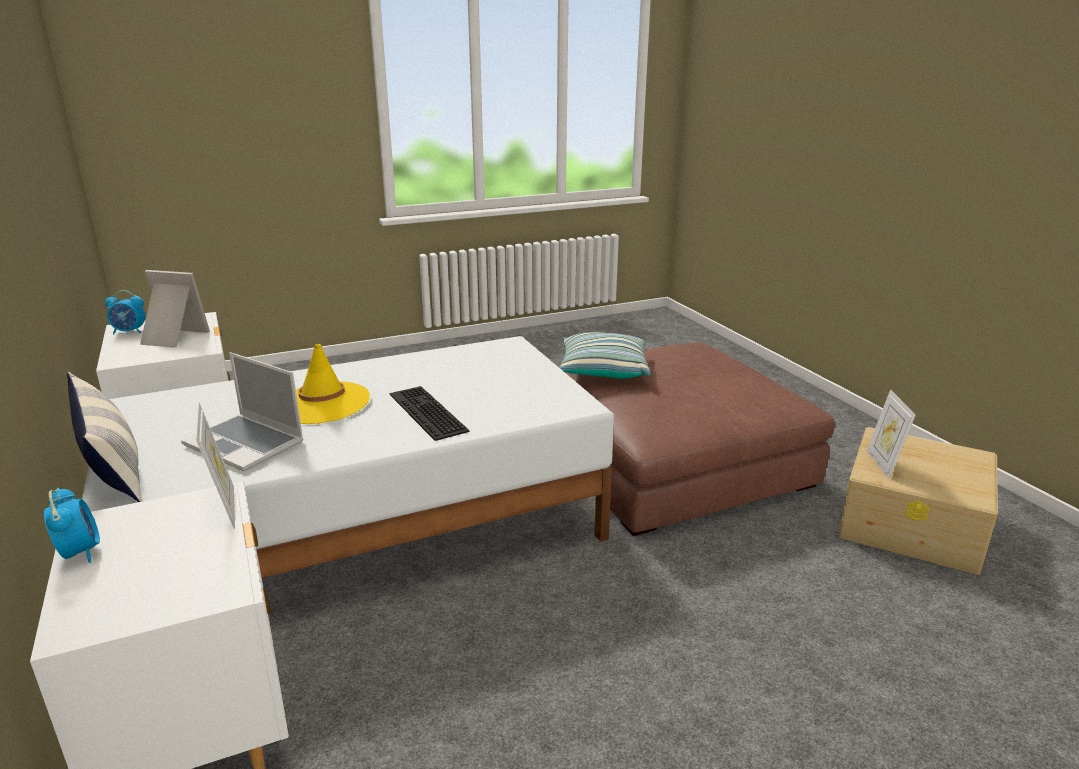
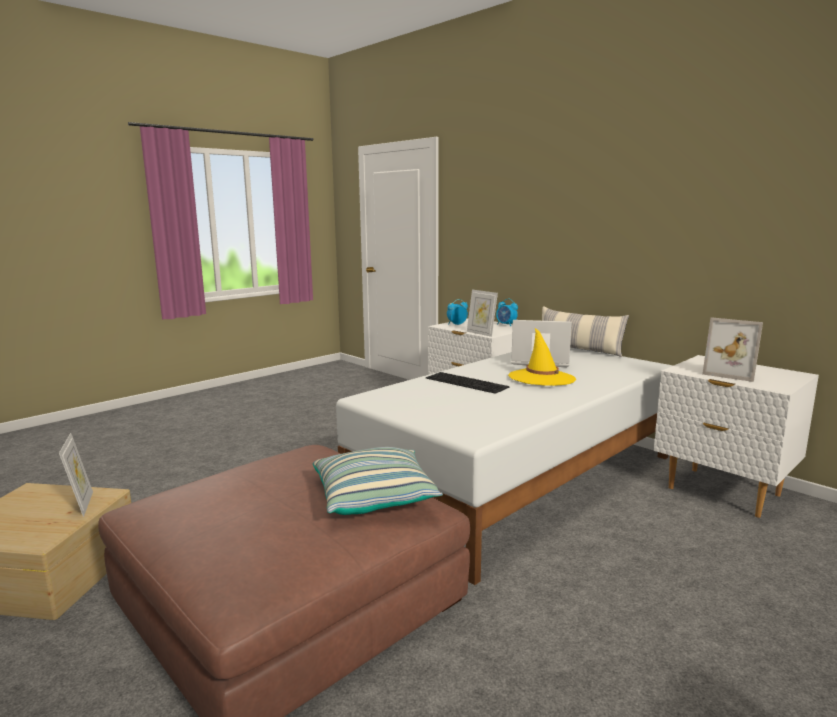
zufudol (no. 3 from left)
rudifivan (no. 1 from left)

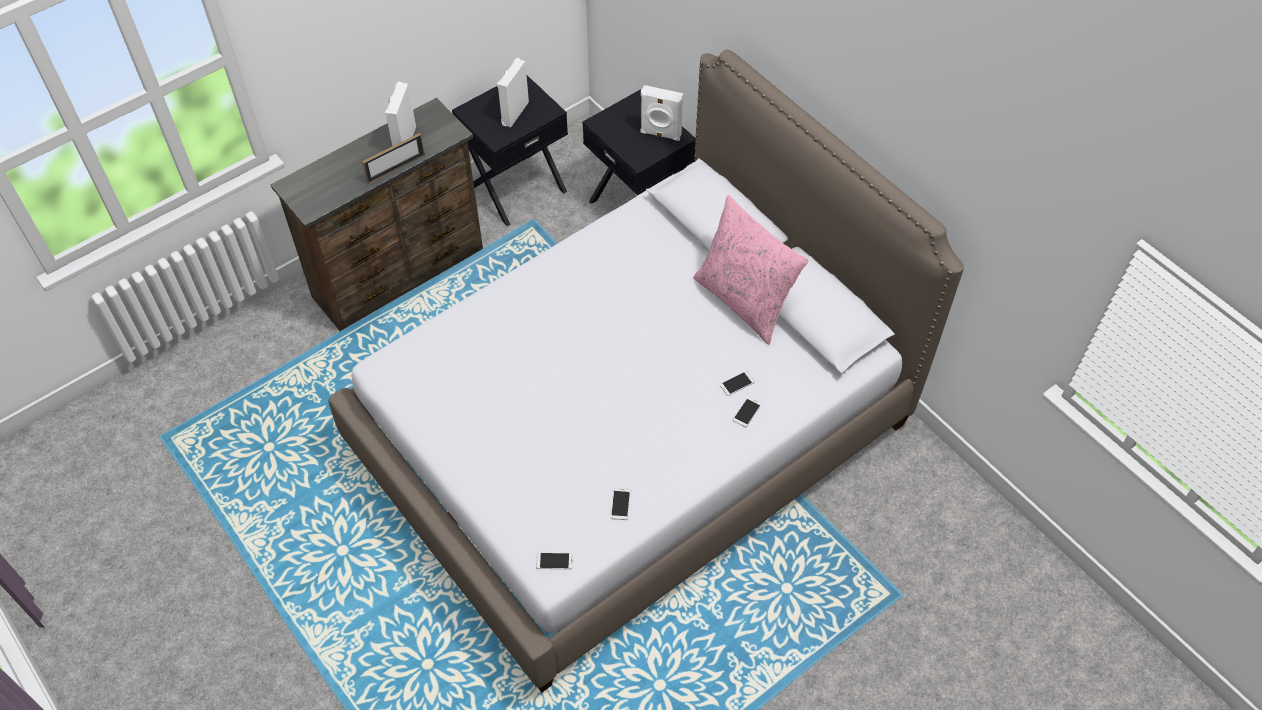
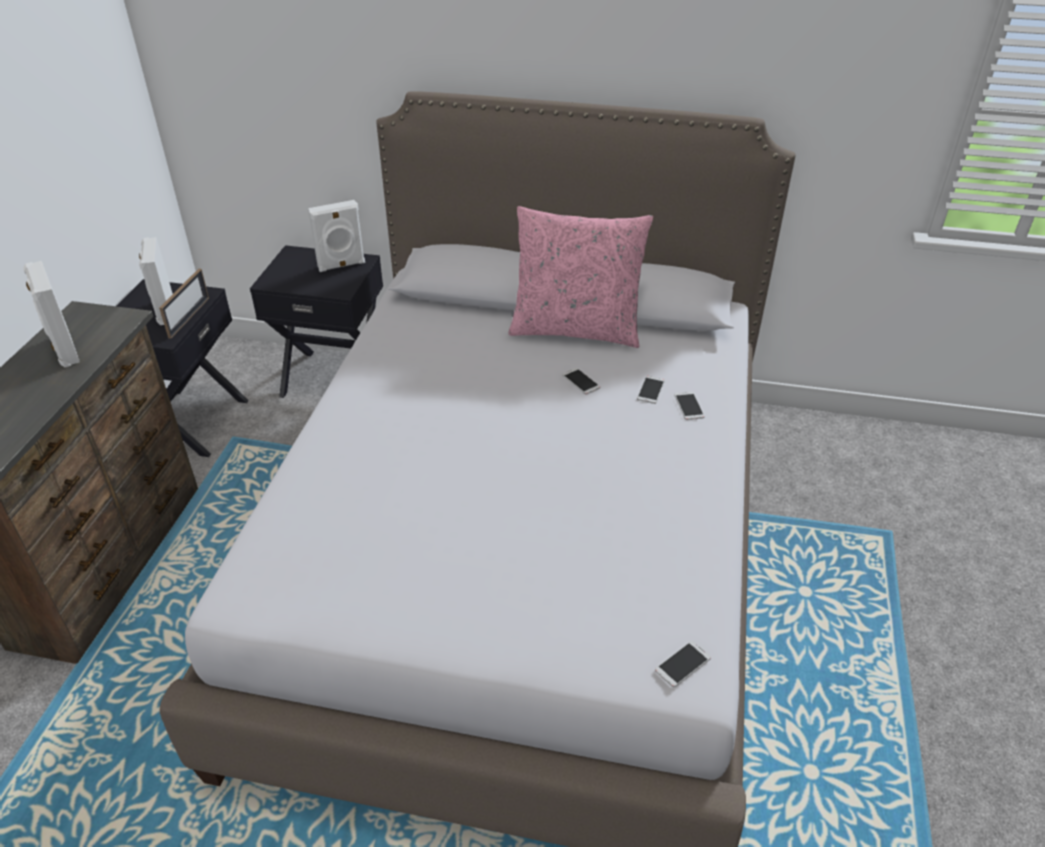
zufudol
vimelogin (no. 1 from left)

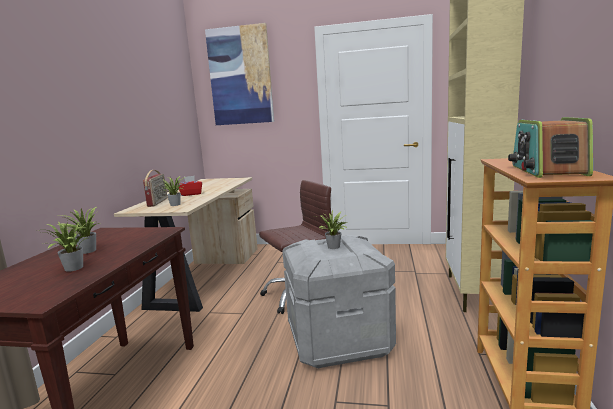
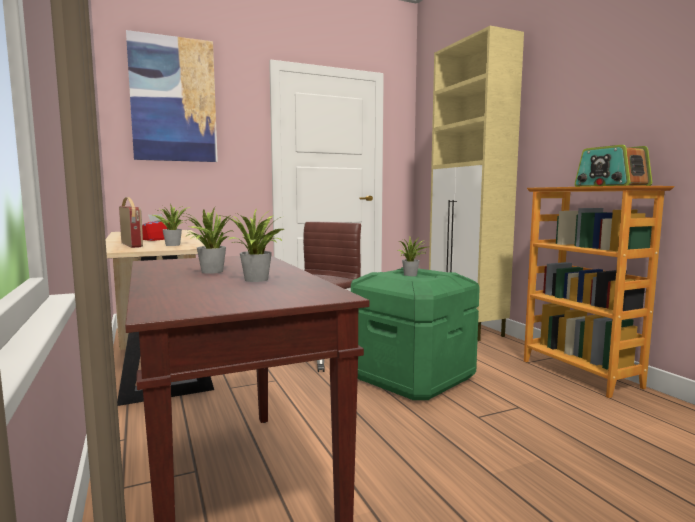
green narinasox

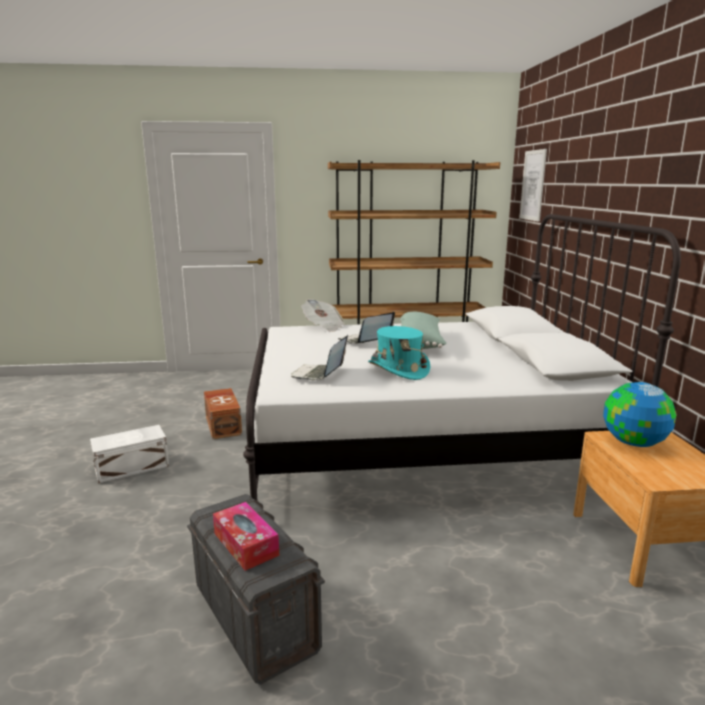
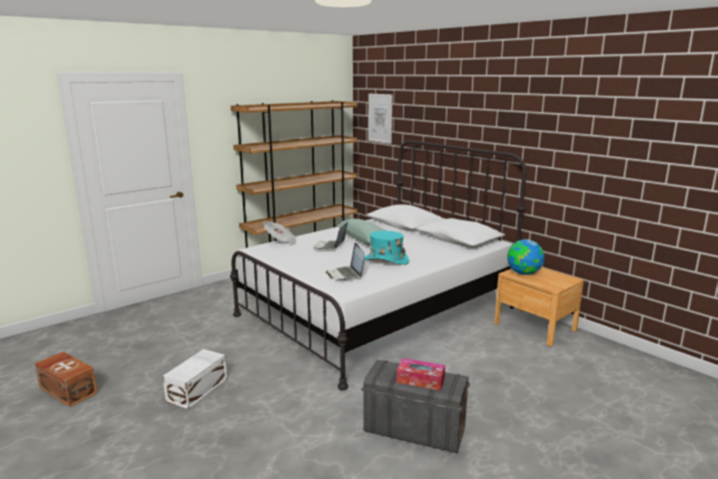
brown narinasox

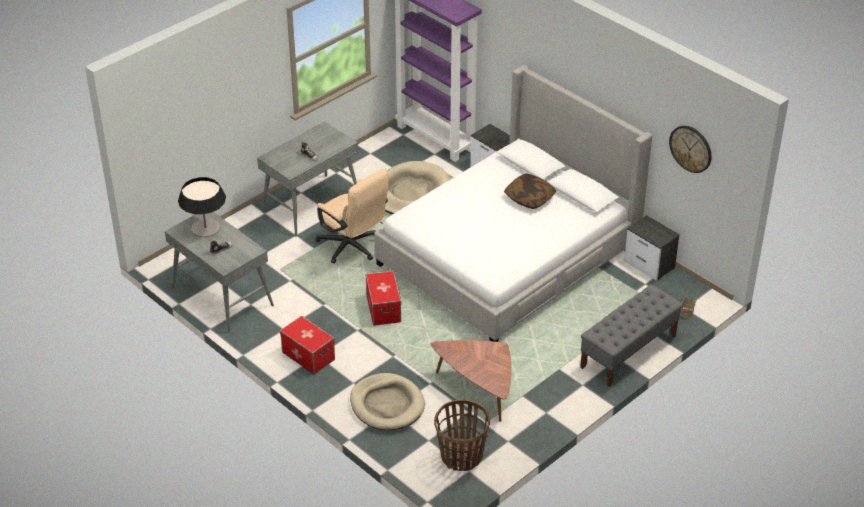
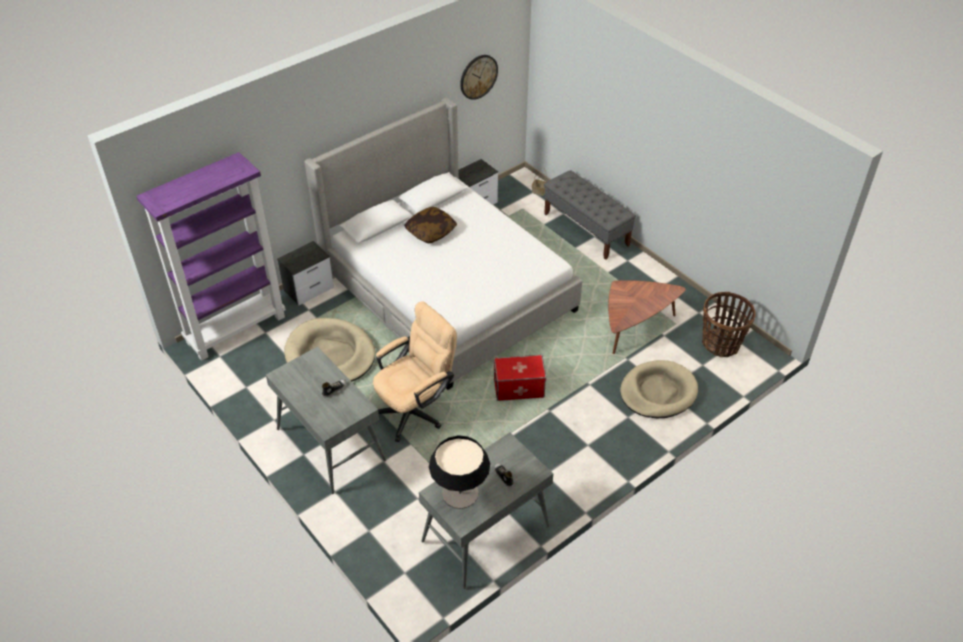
narinasox (no. 1 from left in the first image)

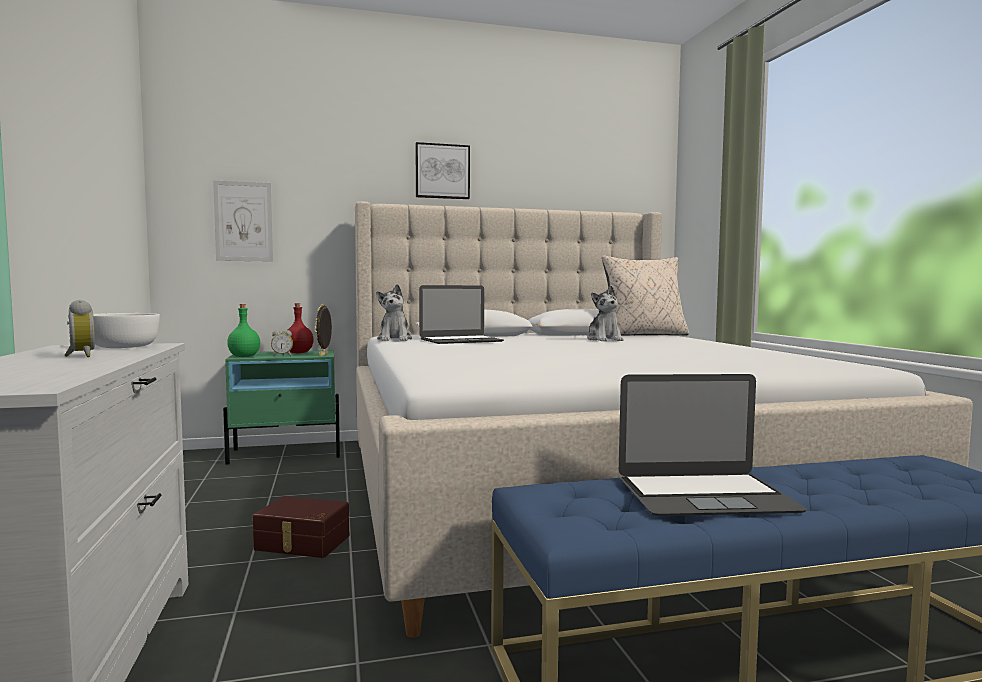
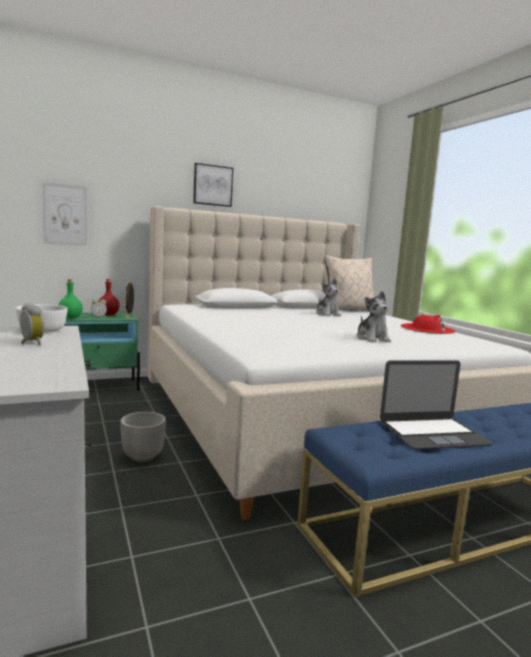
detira (no. 2 from left)
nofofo (no. 1 from left in the first image)
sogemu
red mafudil

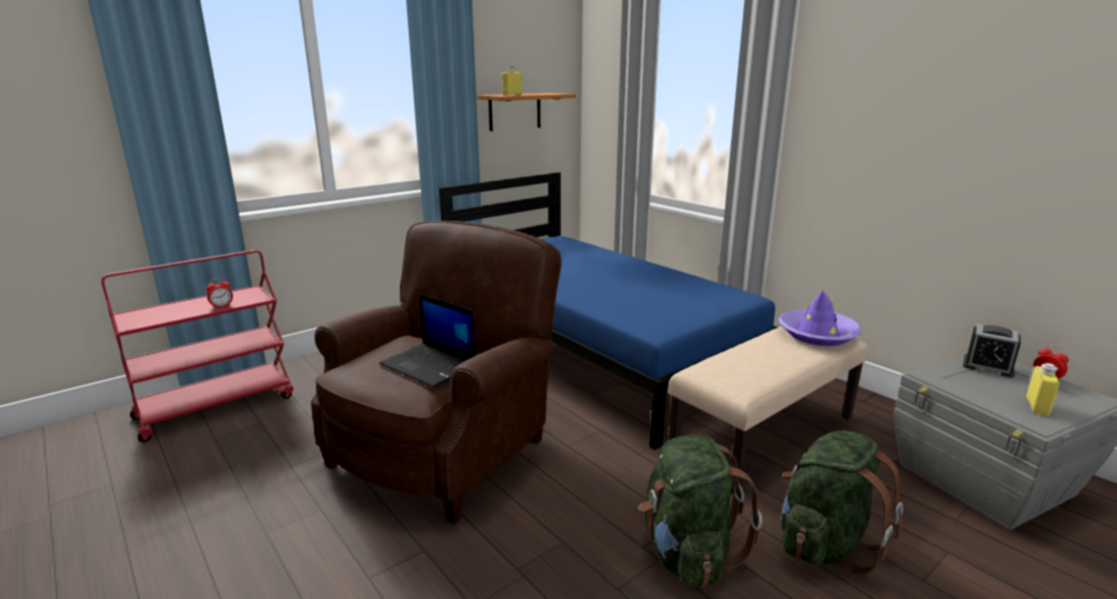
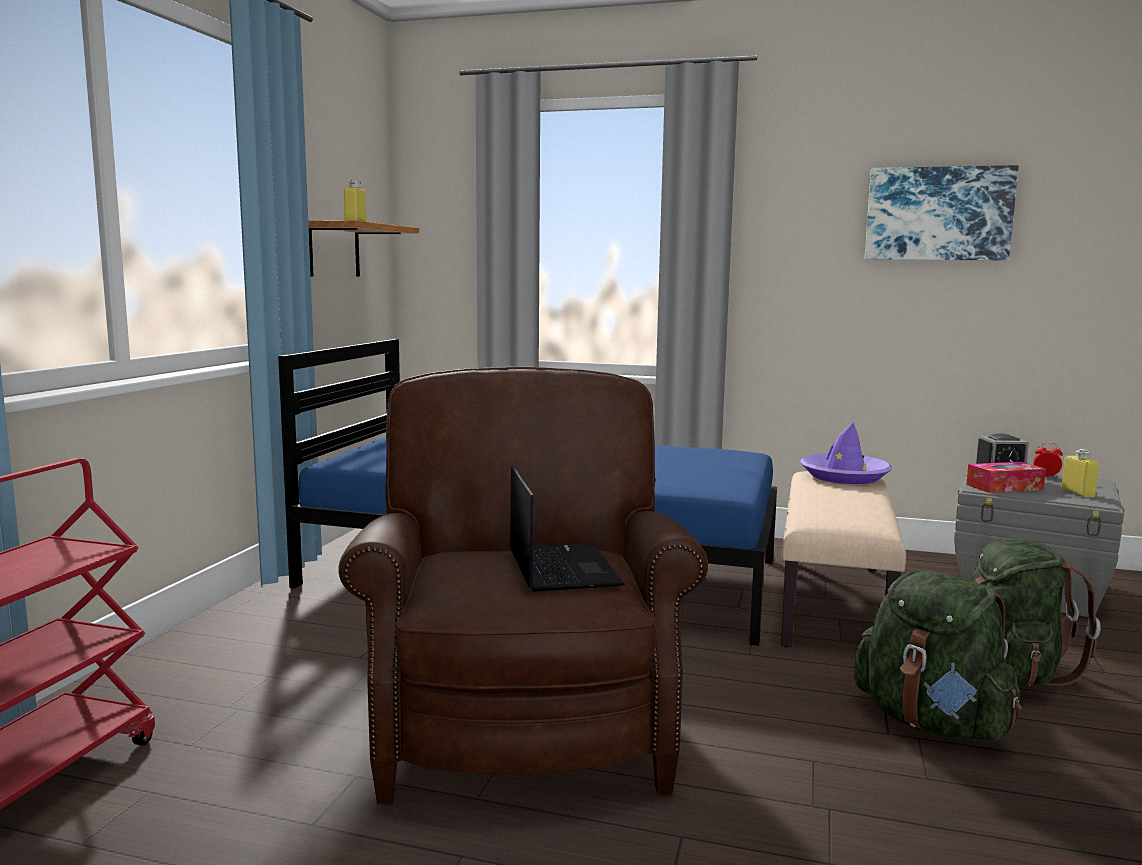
rudifivan (no. 1 from left in the first image)
nofofo
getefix
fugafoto

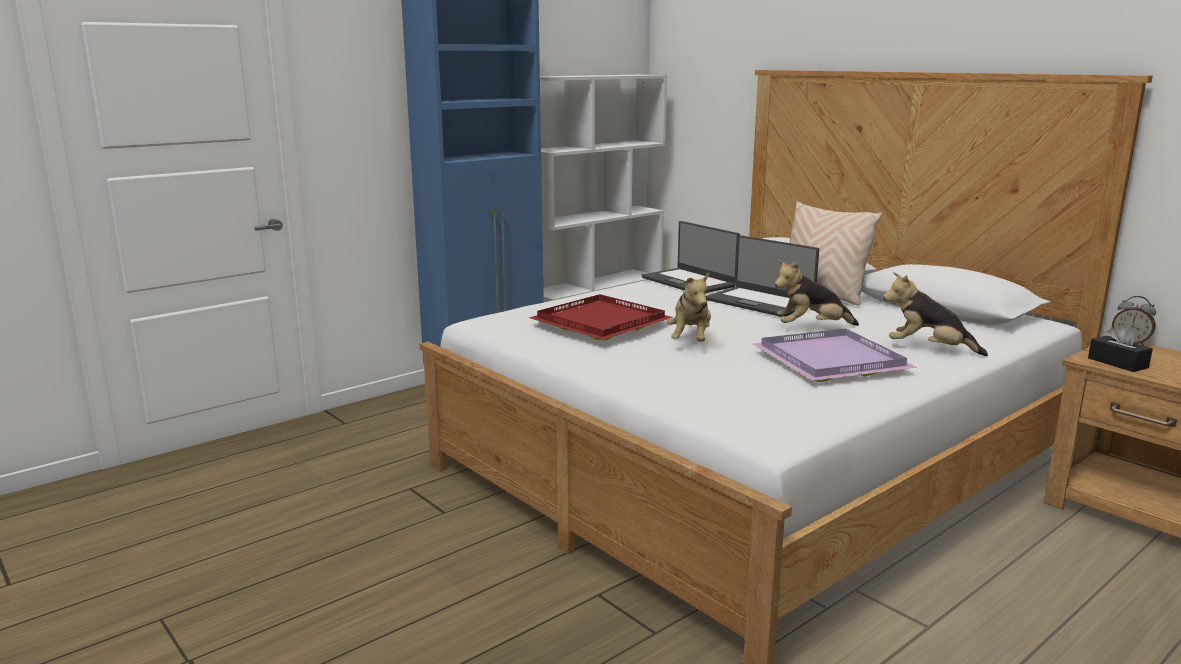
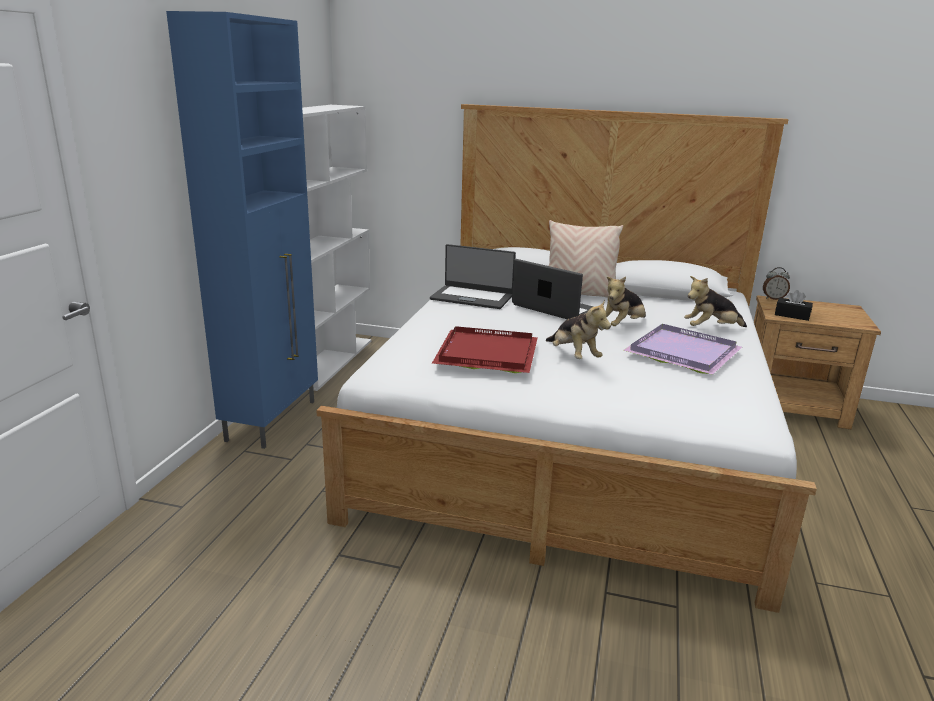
nofofo (no. 2 from left)

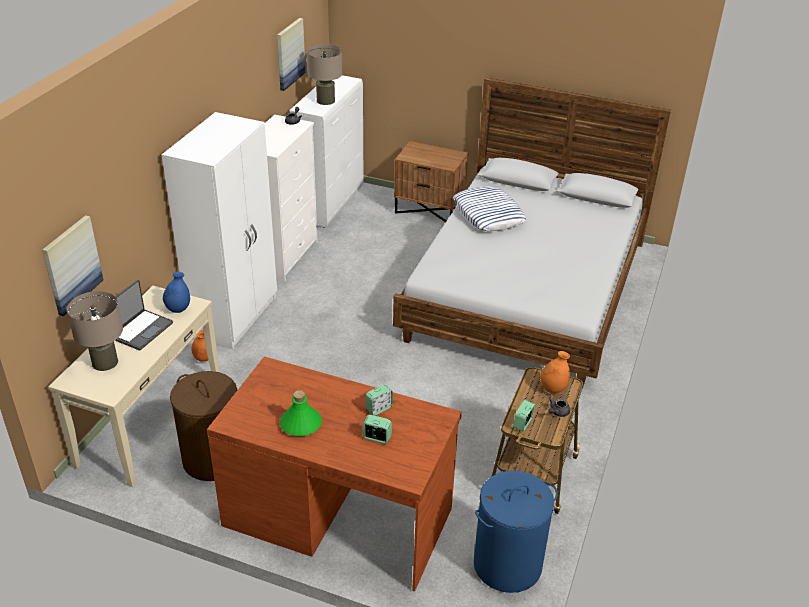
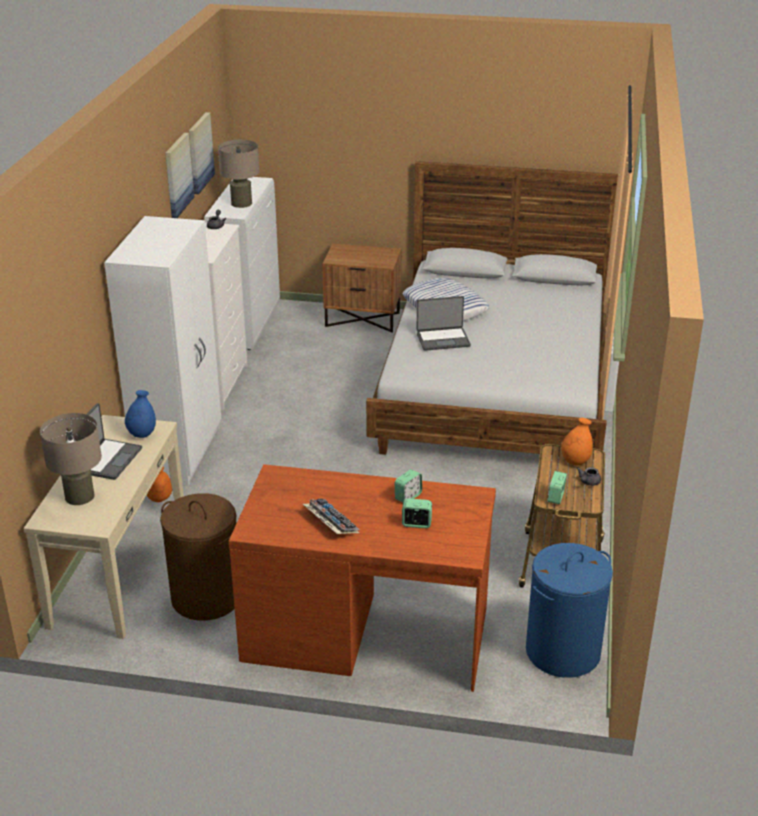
getefix (no. 1 from left)
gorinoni
nofofo (no. 2 from left)

